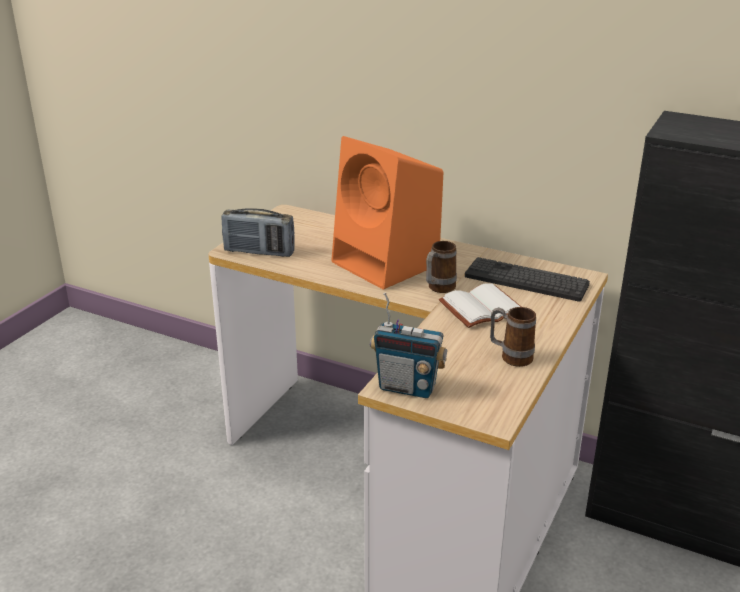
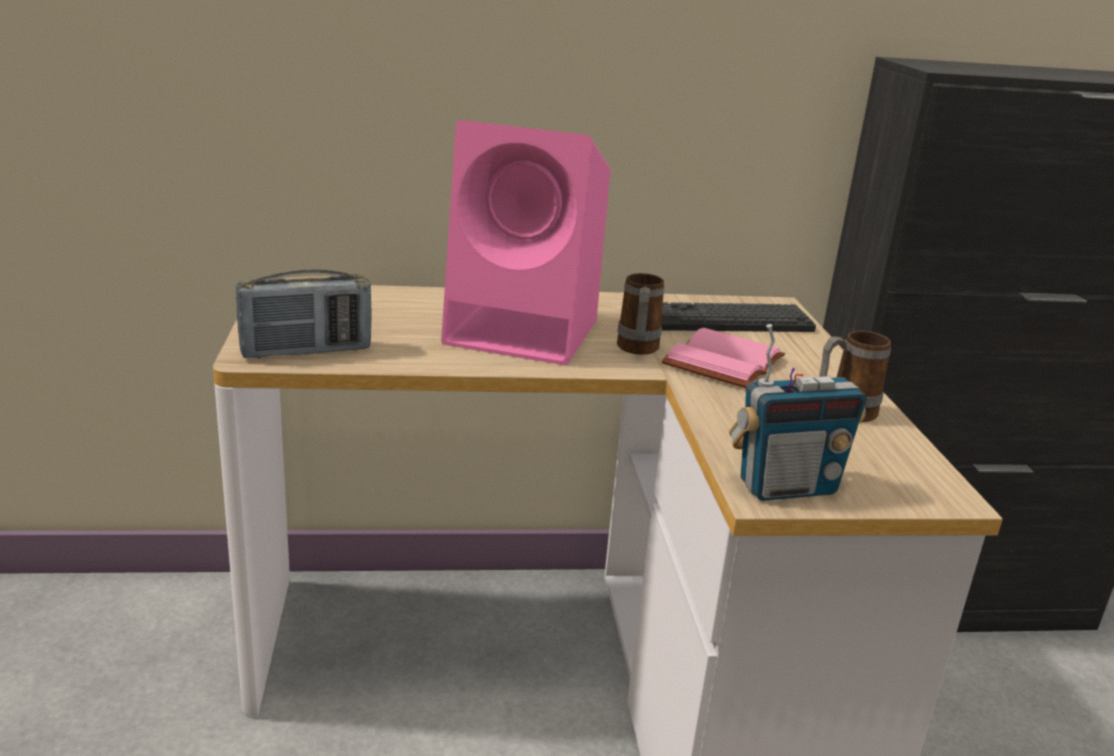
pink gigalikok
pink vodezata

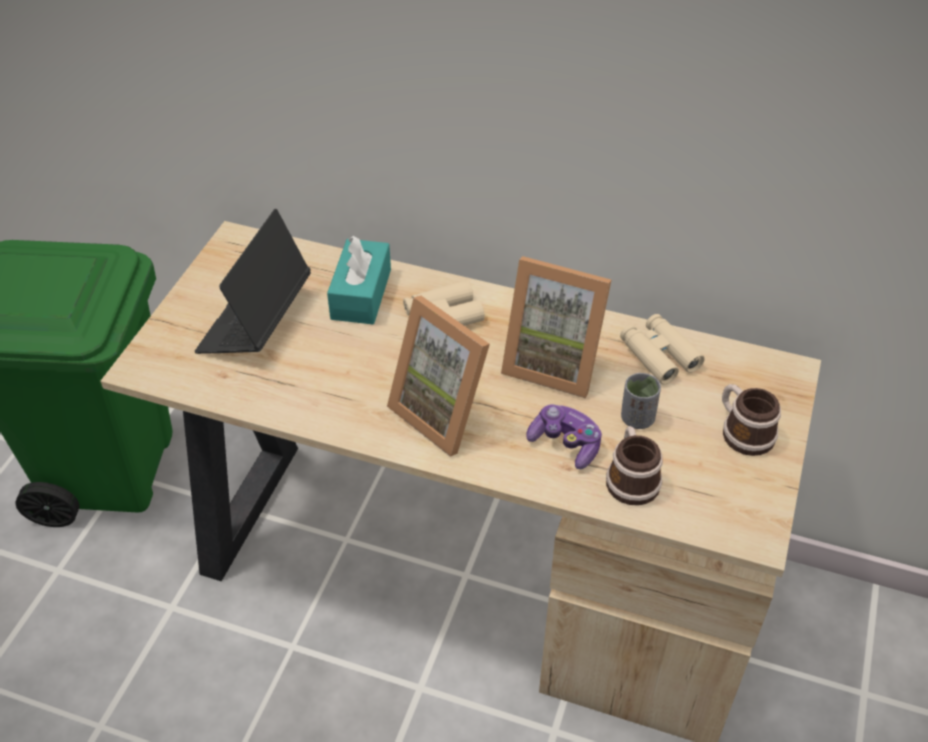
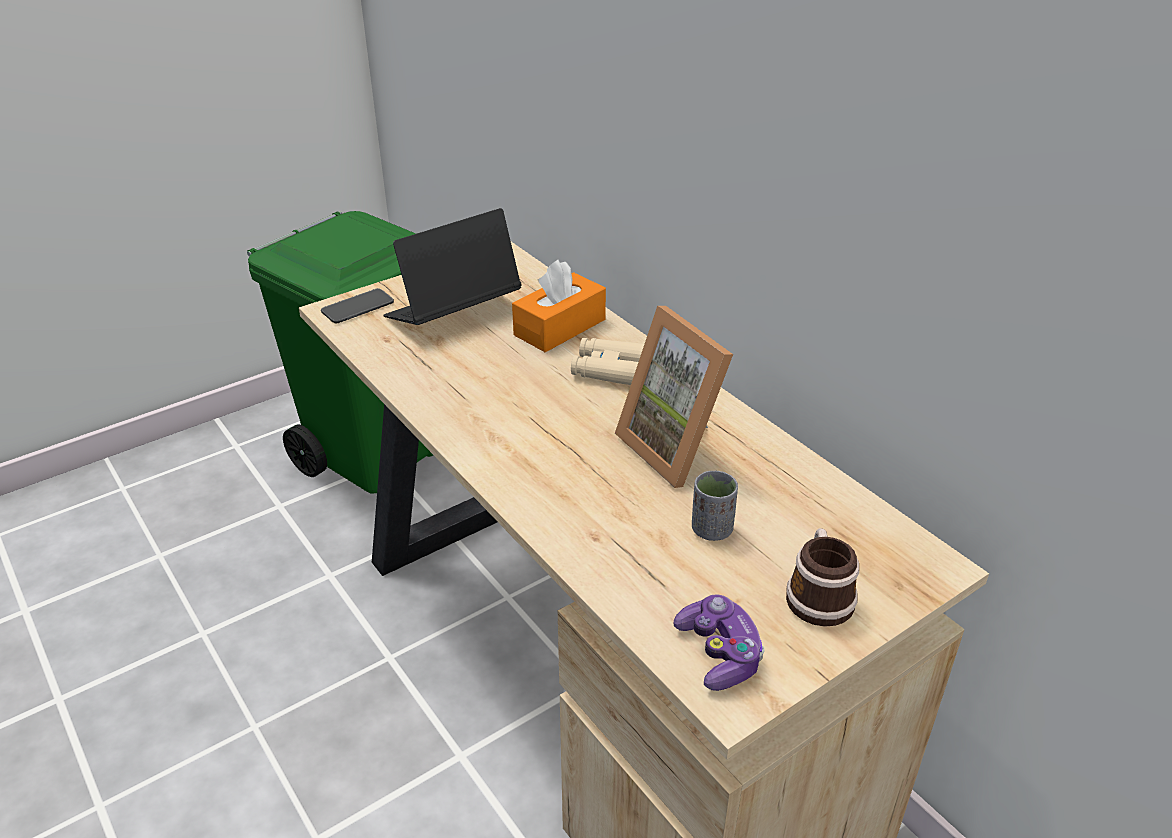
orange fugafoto
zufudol (no. 1 from left in the first image)
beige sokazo (no. 2 from left in the first image)
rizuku
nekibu (no. 1 from left in the first image)
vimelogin

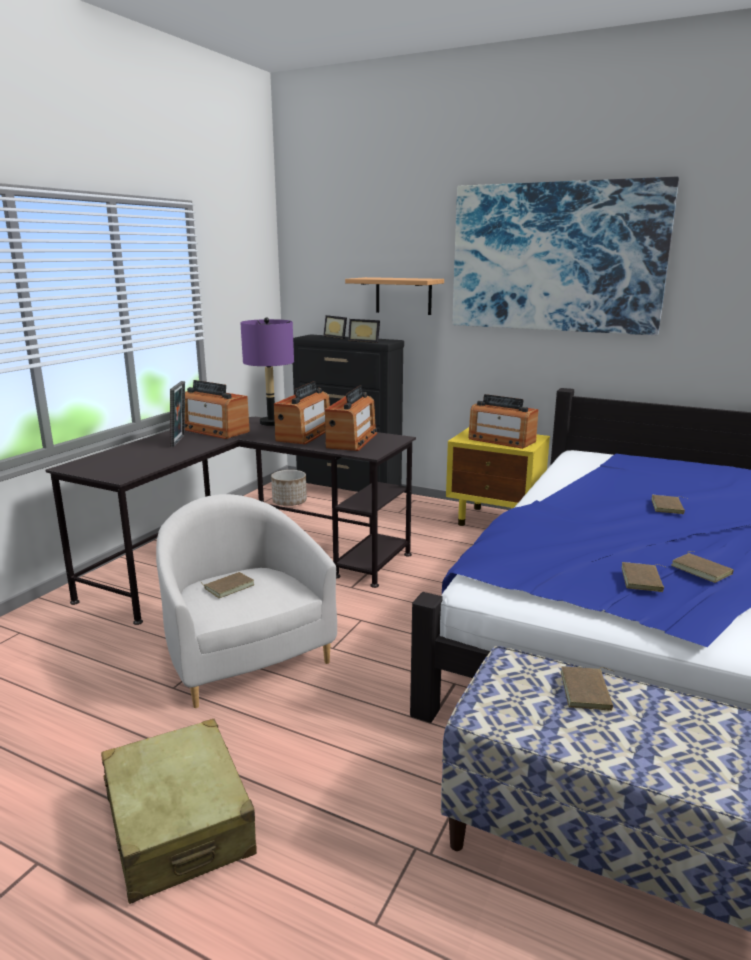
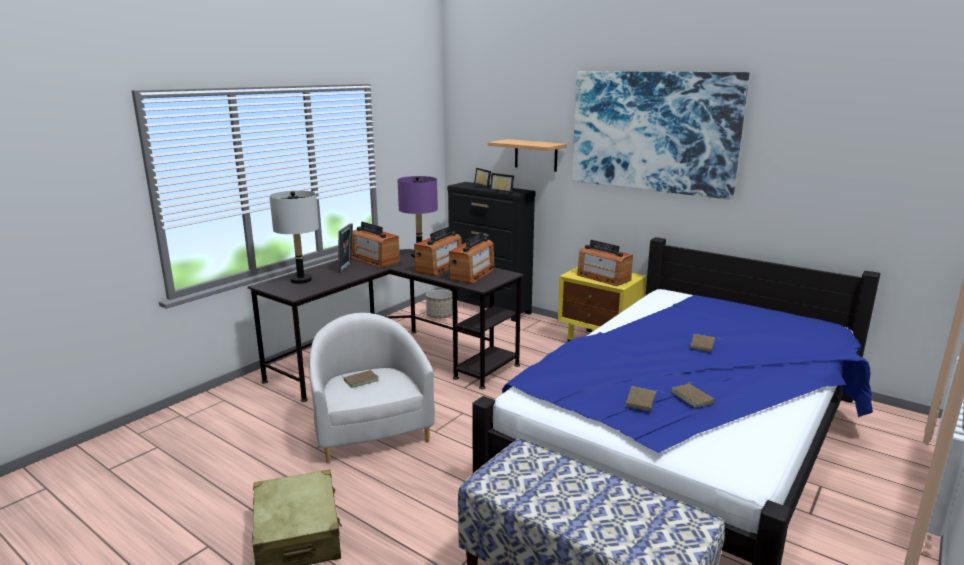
brown vodezata (no. 2 from left in the first image)
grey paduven

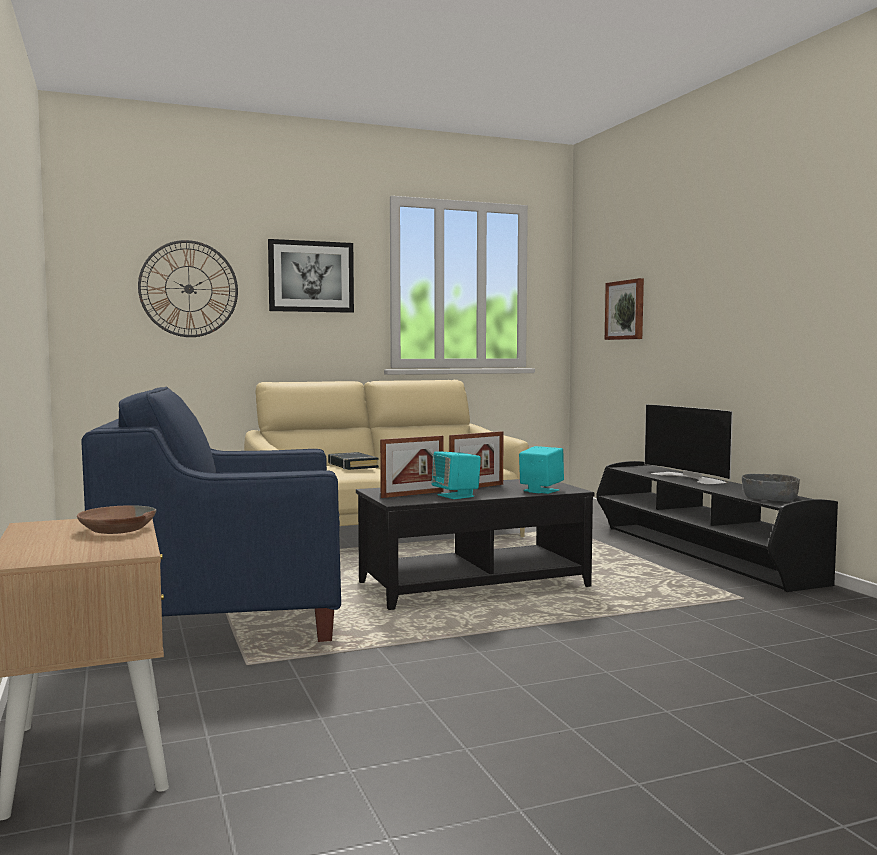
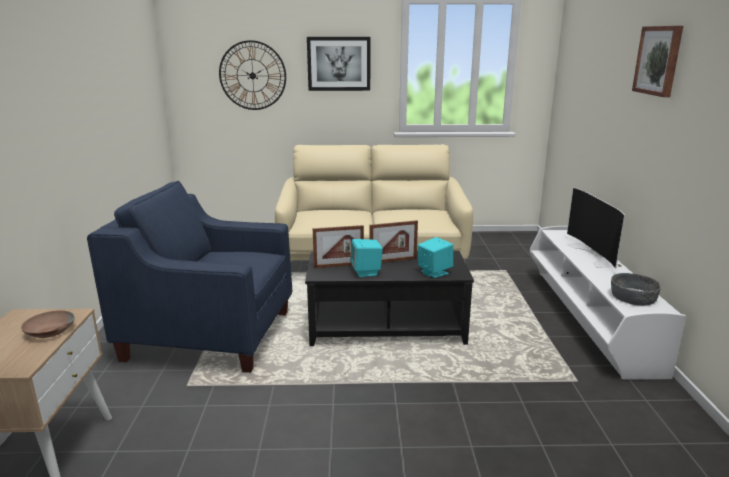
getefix (no. 2 from left)
black vodezata
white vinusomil

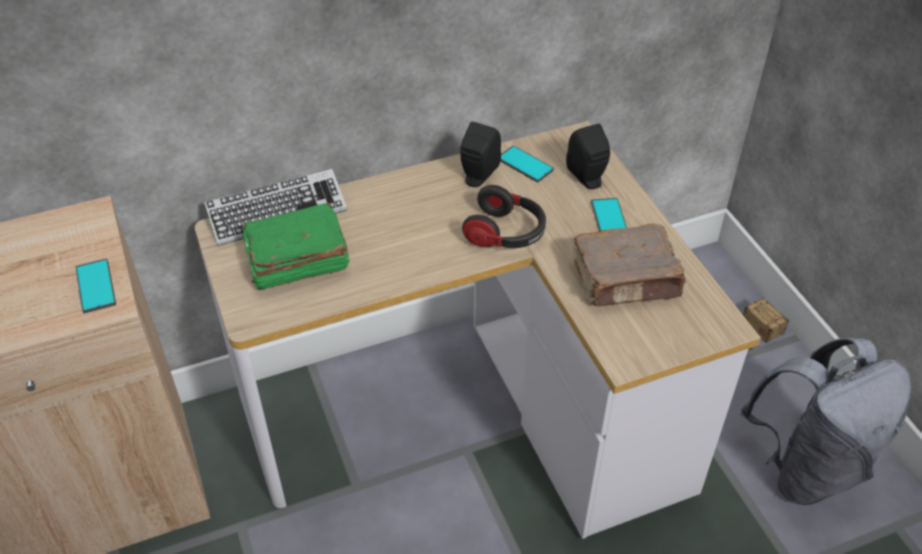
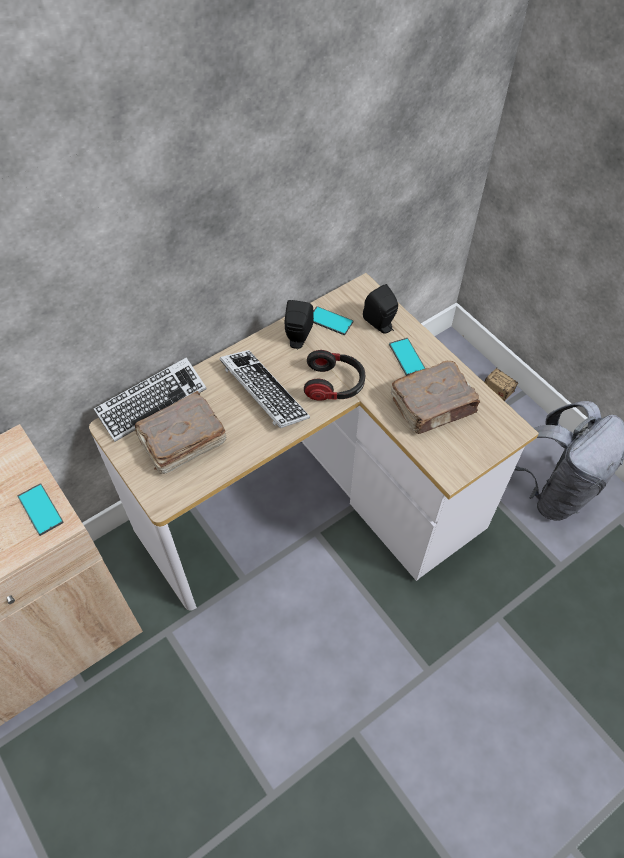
brown vodezata (no. 1 from left)
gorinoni (no. 2 from left)

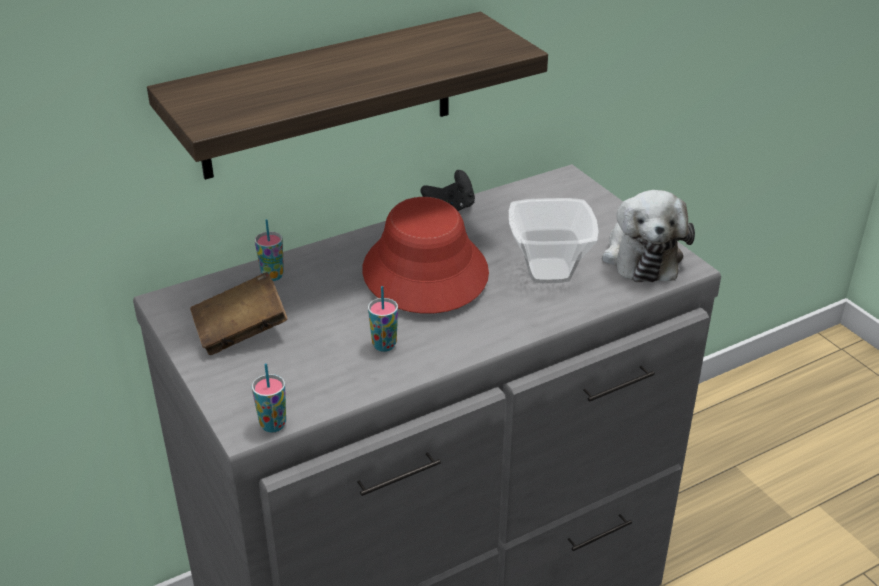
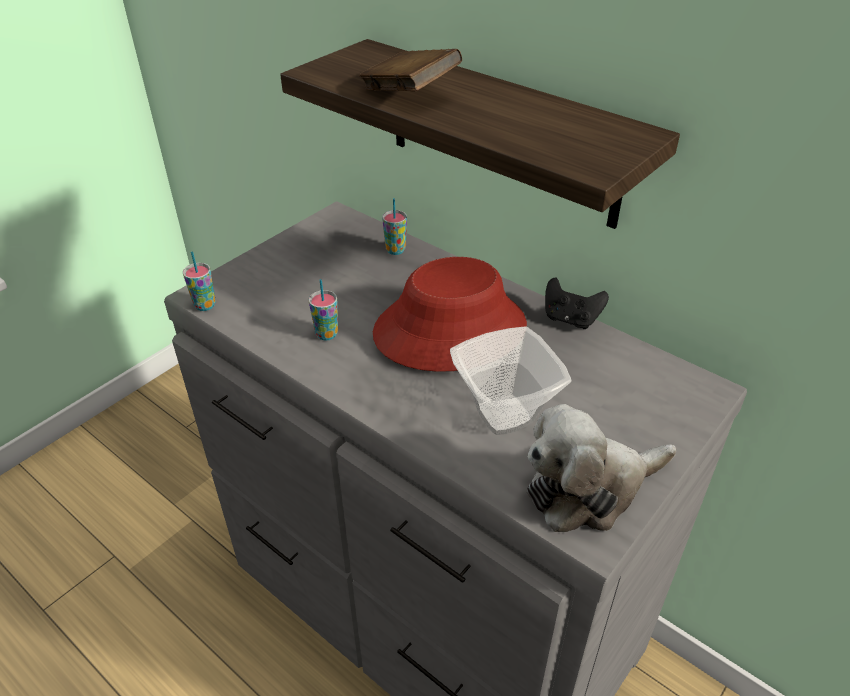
brown vodezata

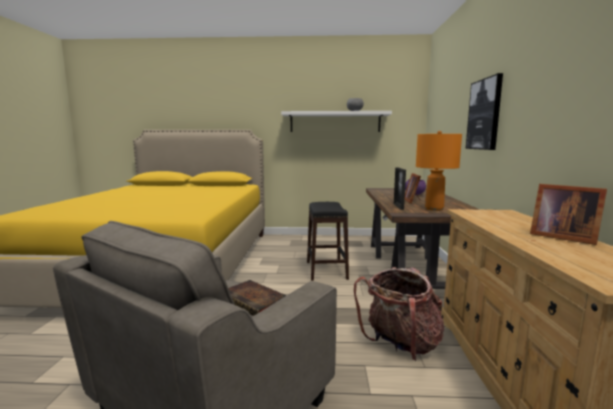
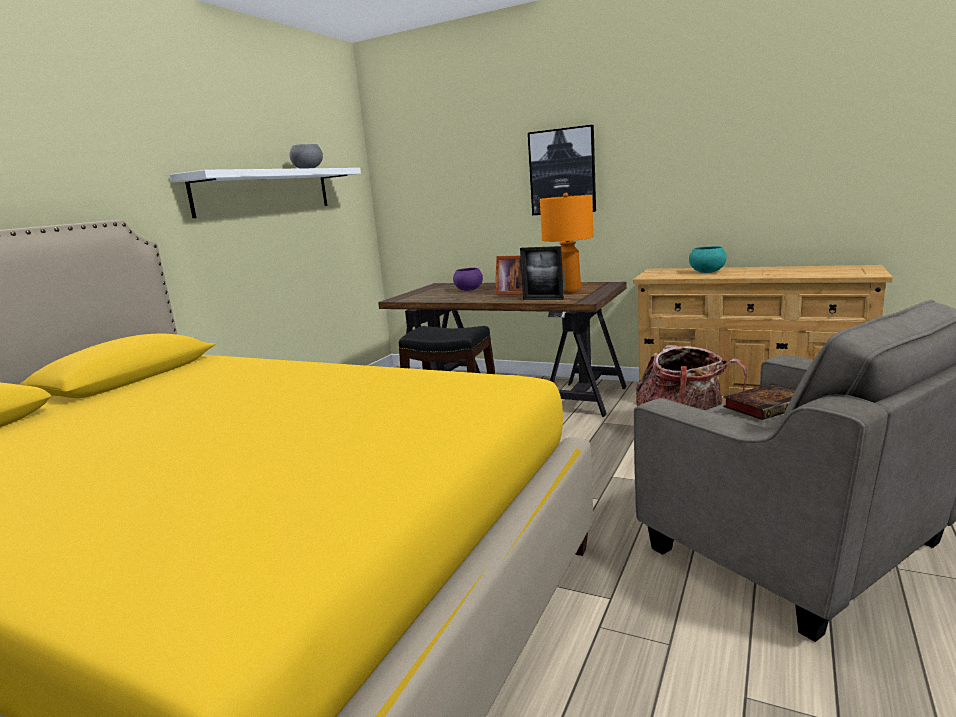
zufudol (no. 3 from left in the first image)
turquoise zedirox

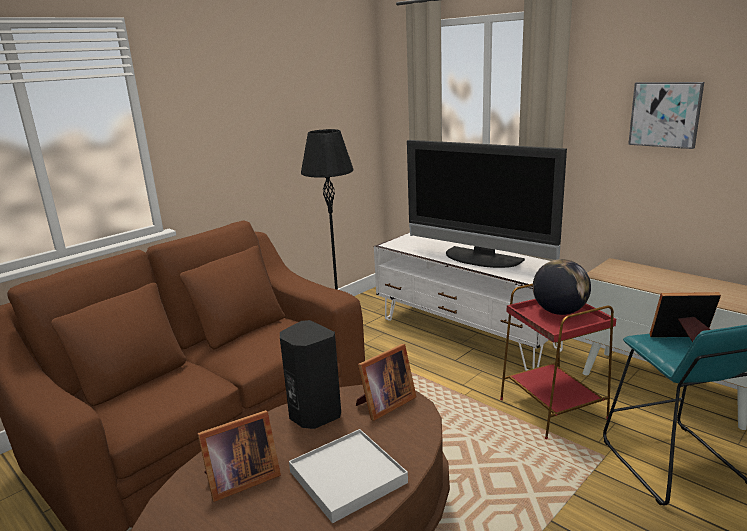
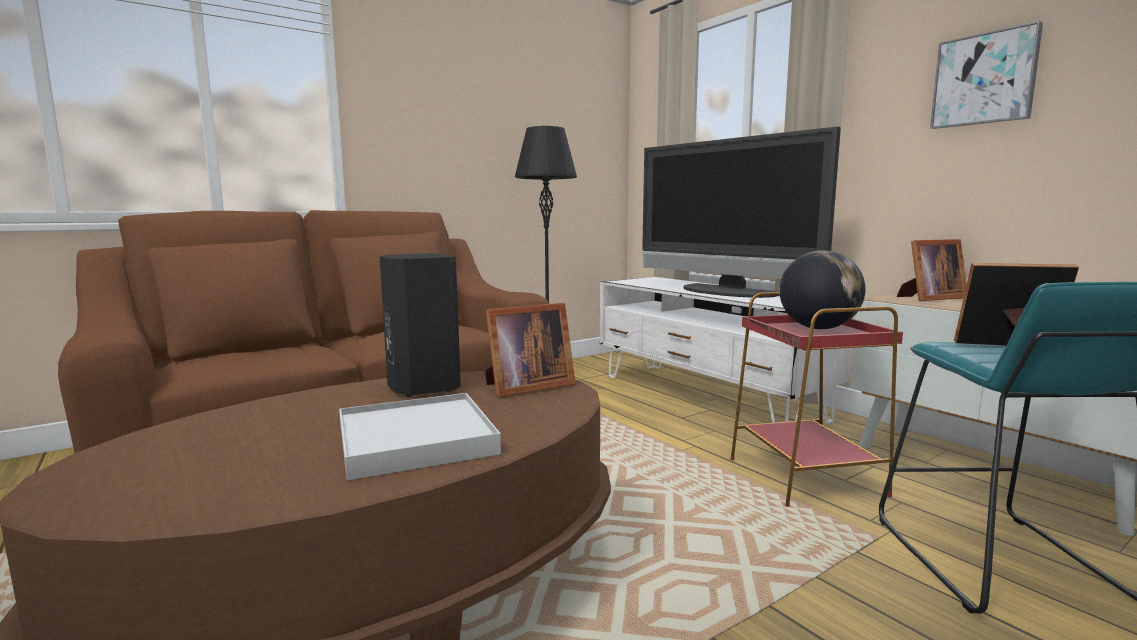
zufudol (no. 2 from left)

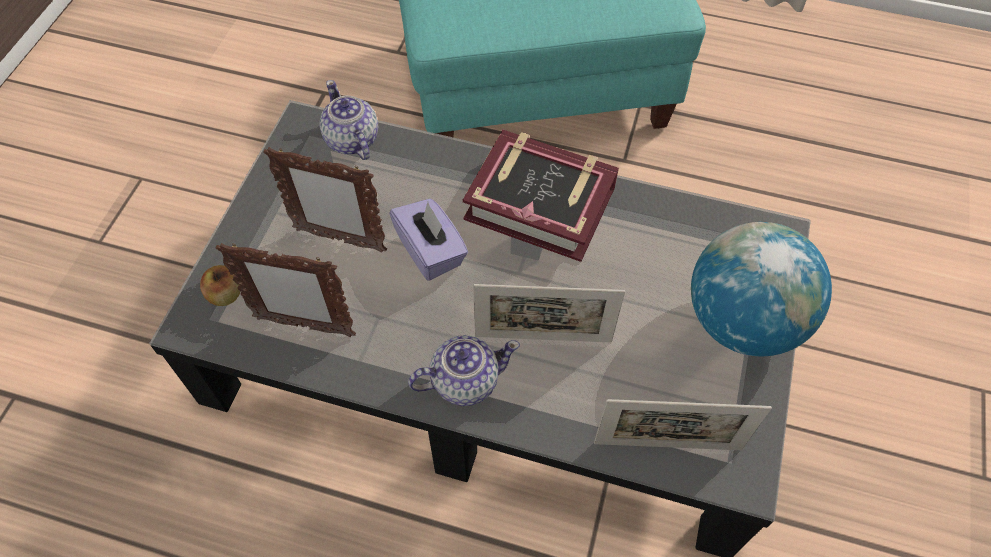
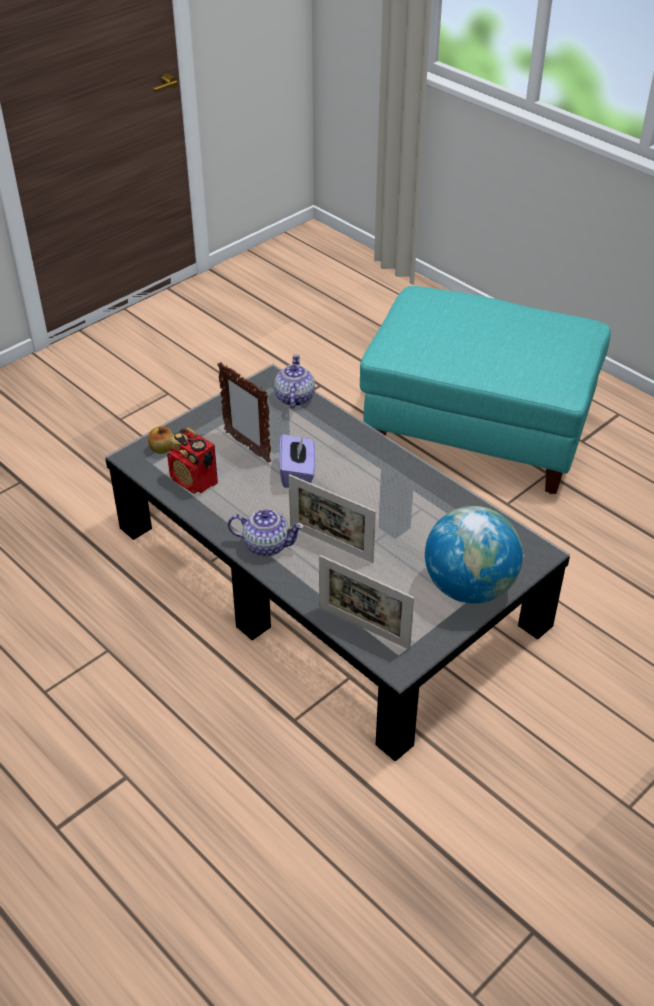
vodezata
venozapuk

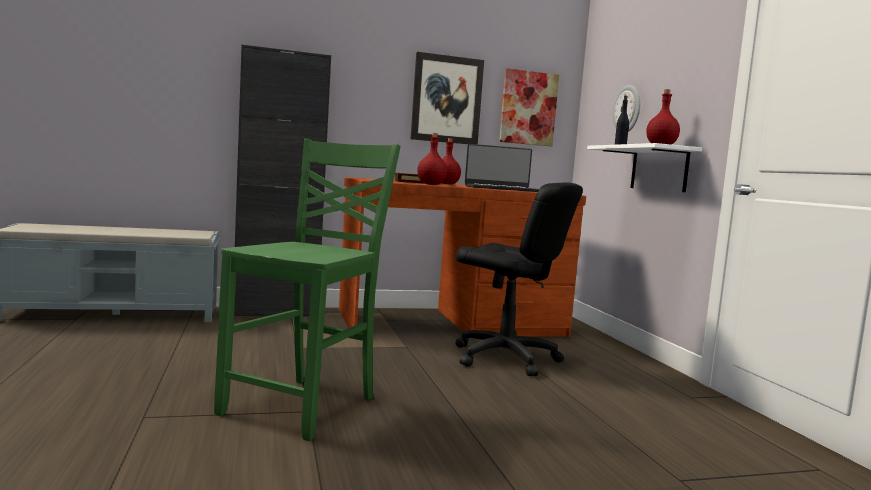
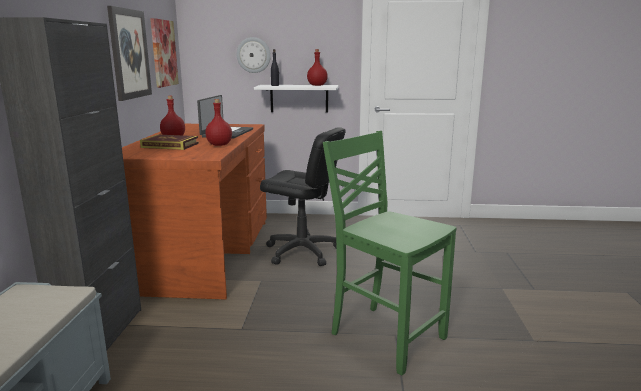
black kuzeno

